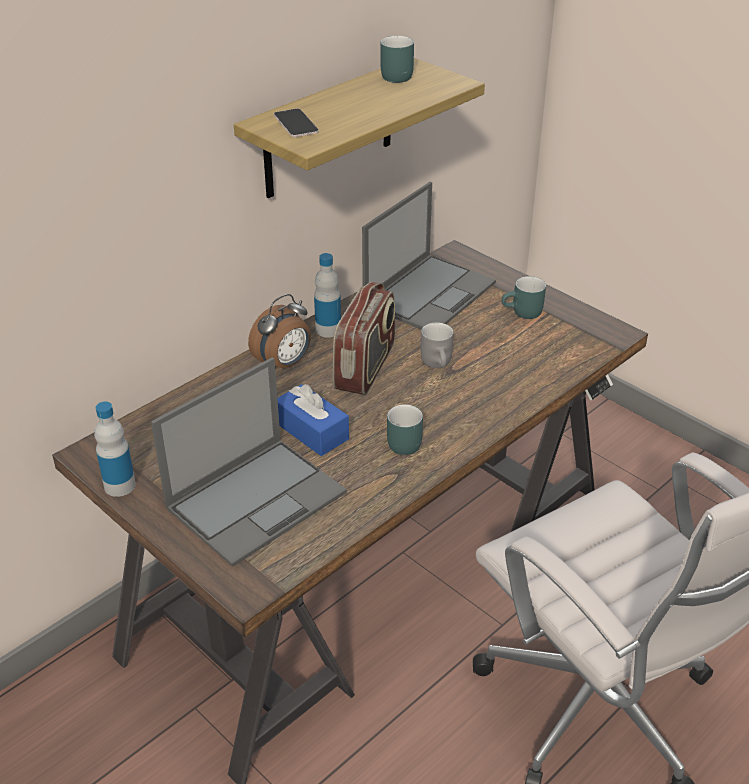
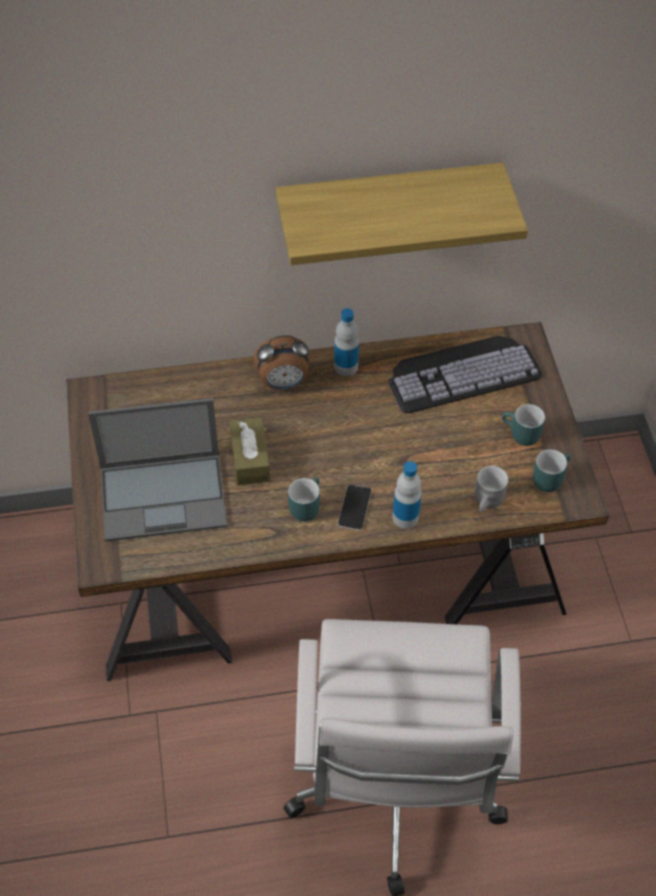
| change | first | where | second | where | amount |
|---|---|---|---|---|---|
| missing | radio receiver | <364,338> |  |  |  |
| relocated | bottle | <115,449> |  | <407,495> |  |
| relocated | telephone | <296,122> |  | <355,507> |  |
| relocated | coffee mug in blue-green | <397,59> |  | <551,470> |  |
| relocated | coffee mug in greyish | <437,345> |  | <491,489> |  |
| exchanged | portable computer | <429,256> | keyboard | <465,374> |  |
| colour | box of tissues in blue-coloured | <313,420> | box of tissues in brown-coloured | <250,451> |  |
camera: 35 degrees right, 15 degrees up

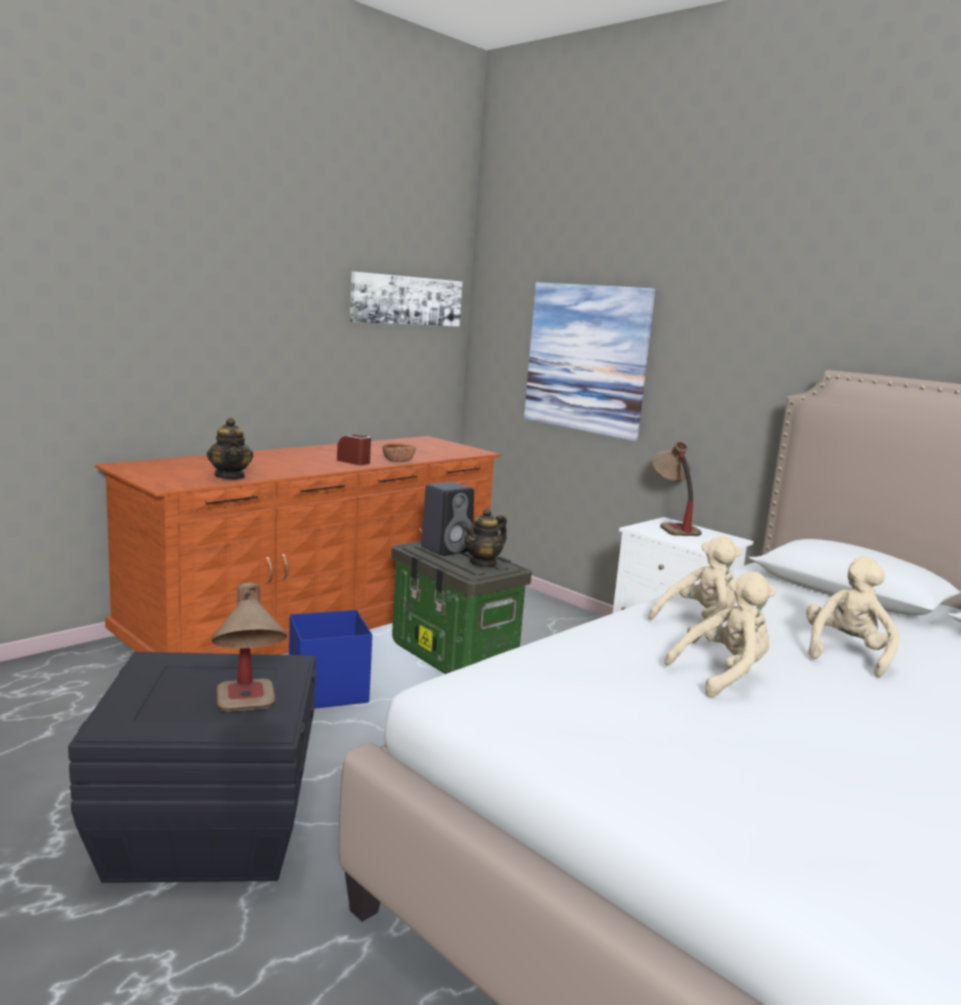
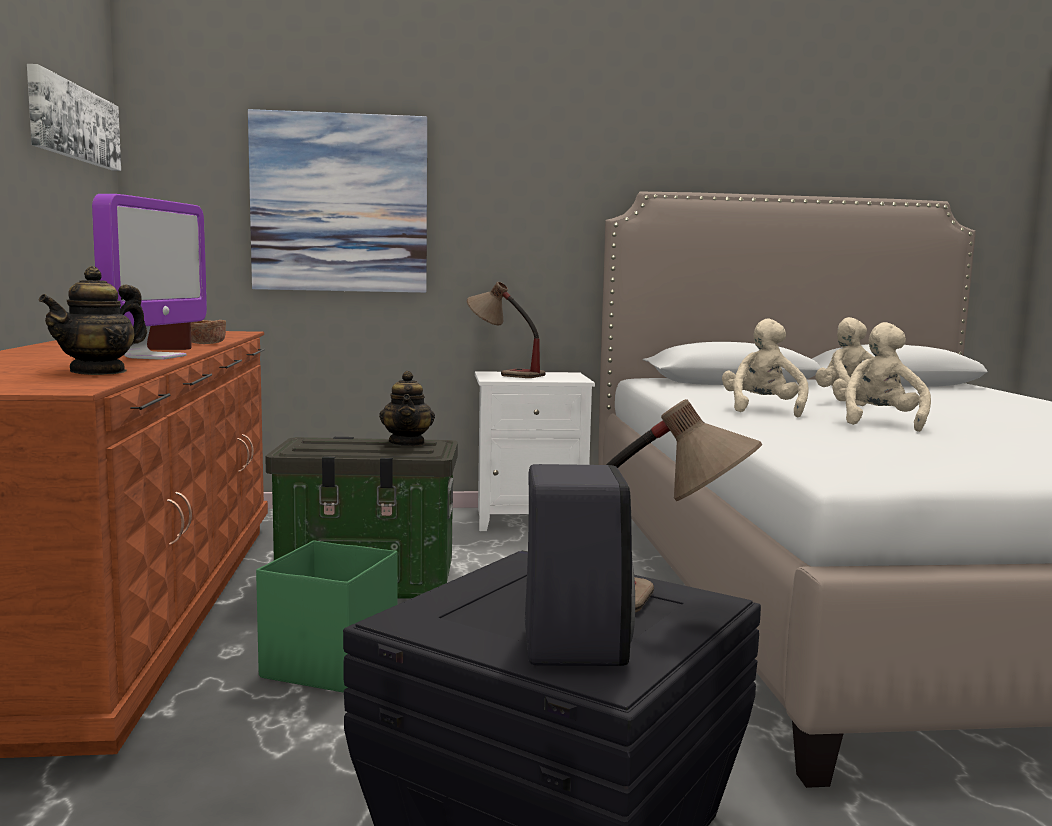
| change | first | where | second | where | amount |
|---|---|---|---|---|---|
| appeared |  |  | monitor | <149,277> |  |
| relocated | audio speaker in black | <447,519> |  | <580,565> |  |
| colour | storage bin in blue-coloured | <330,659> | storage bin in greenish | <327,616> |  |
| spun | teapot | <230,448> |  | <93,320> | 105 degrees clockwise |
camera: 50 degrees left, 5 degrees down

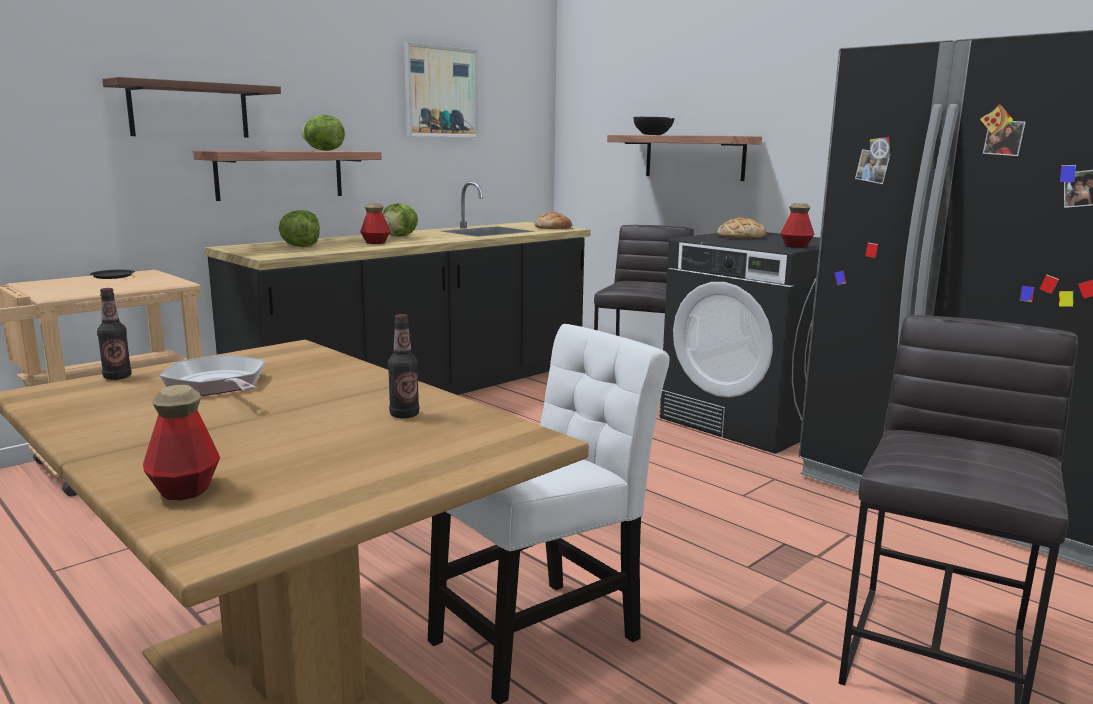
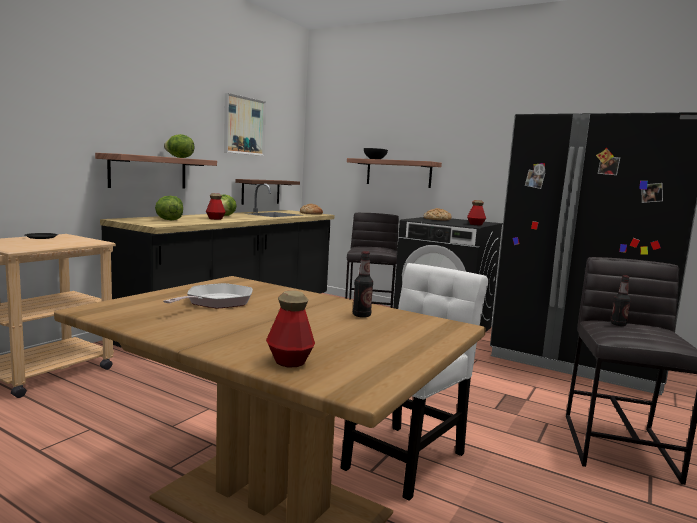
| change | first | where | second | where | amount |
|---|---|---|---|---|---|
| relocated | bottle | <114,334> |  | <621,300> |  |
| relocated | wall shelf in brown-coloured | <191,107> |  | <267,192> |  |
| spun | pan | <212,375> |  | <208,296> | 75 degrees clockwise |
camera: 15 degrees left, 5 degrees down

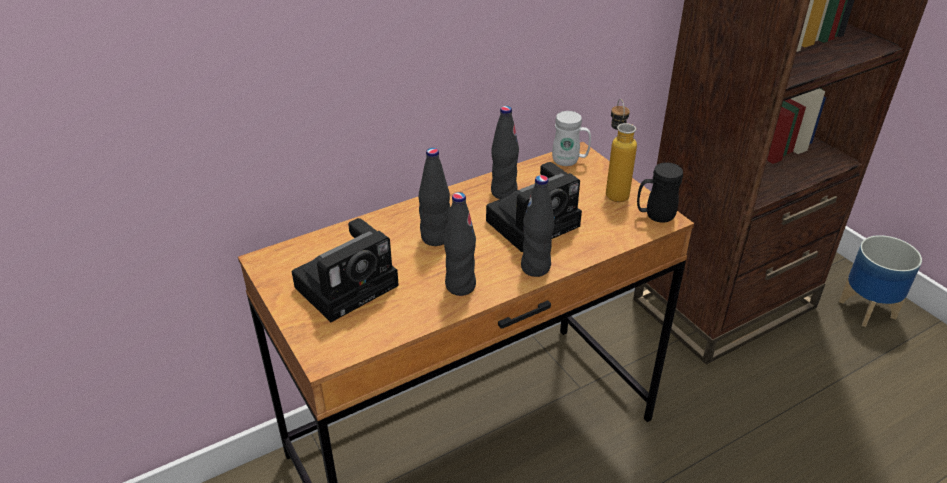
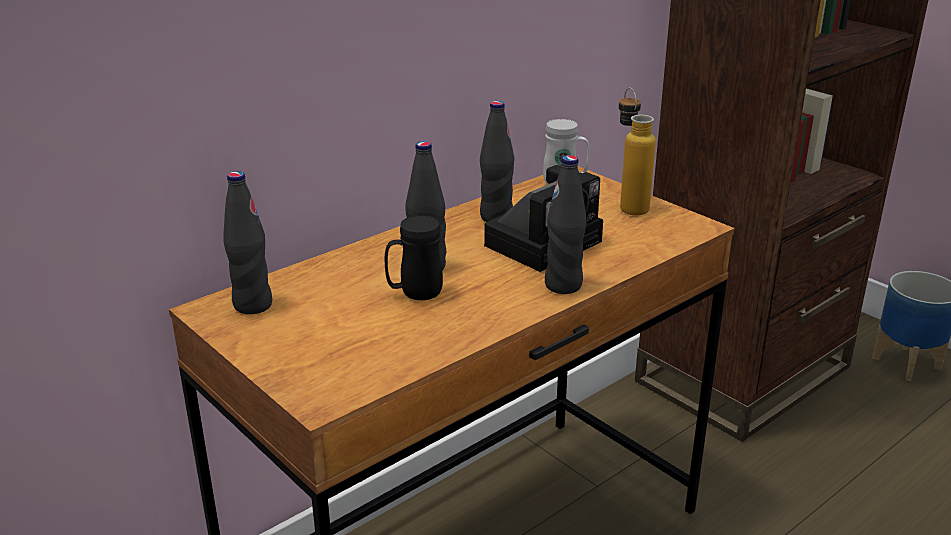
| change | first | where | second | where | amount |
|---|---|---|---|---|---|
| missing | still camera | <345,270> |  |  |  |
| relocated | bottle in black | <460,244> |  | <247,242> |  |
| relocated | coffee mug in black | <660,192> |  | <413,257> |  |
camera: 10 degrees left, 10 degrees down

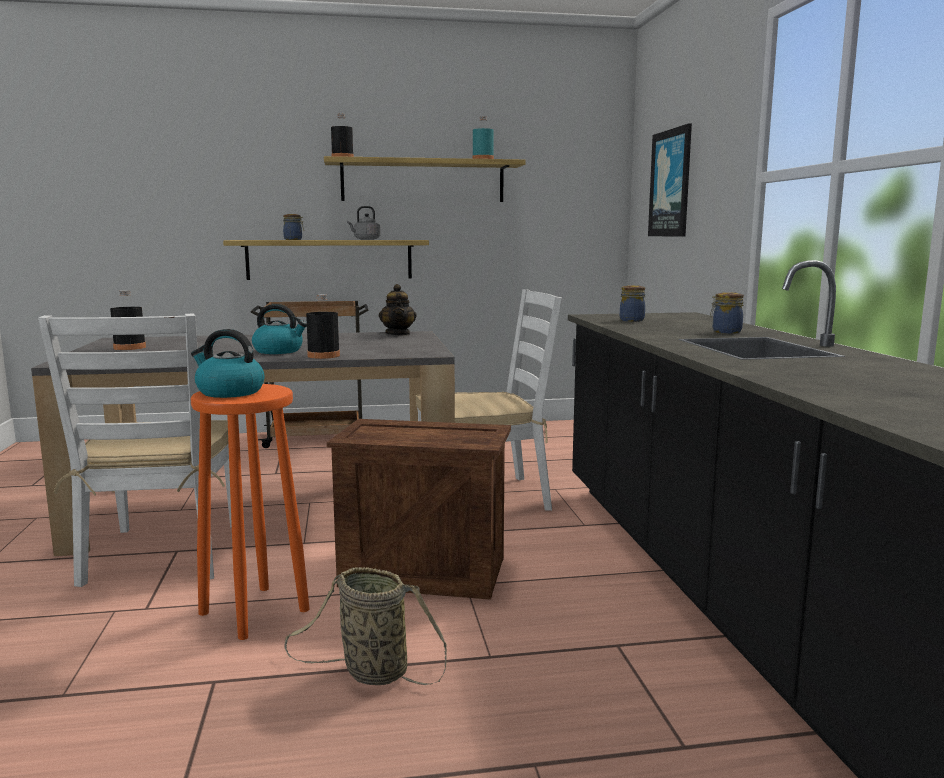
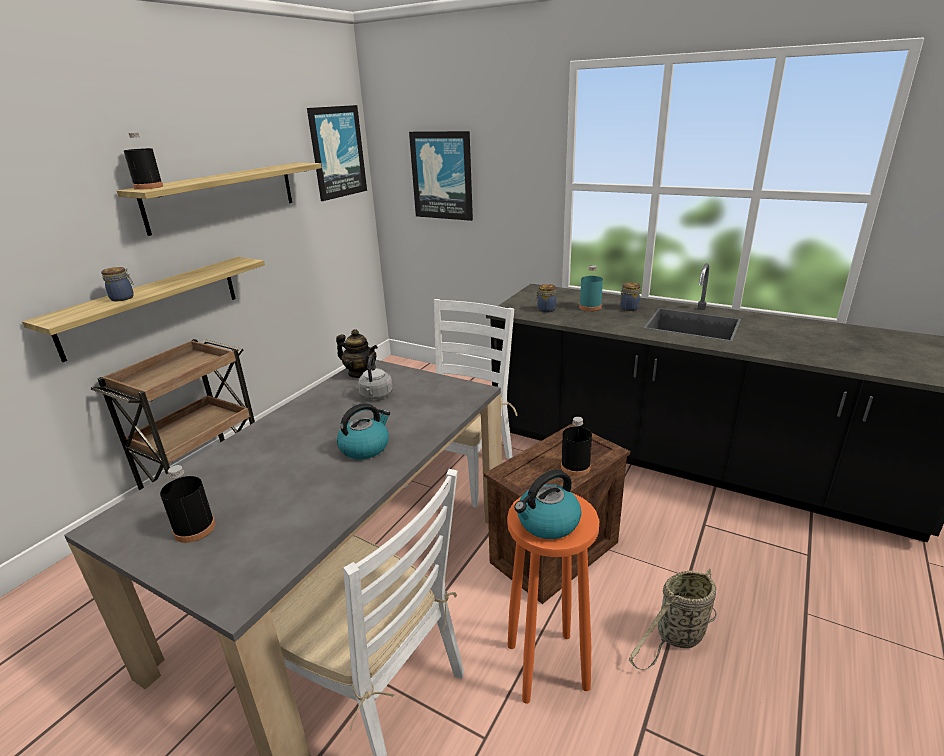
| change | first | where | second | where | amount |
|---|---|---|---|---|---|
| appeared |  |  | wall art | <337,153> |  |
| relocated | bottle in black | <323,326> |  | <576,446> |  |
| relocated | tea kettle in greyish | <364,223> |  | <375,377> |  |
| relocated | bottle in blue-green | <483,137> |  | <591,288> |  |
camera: 50 degrees left, 15 degrees up

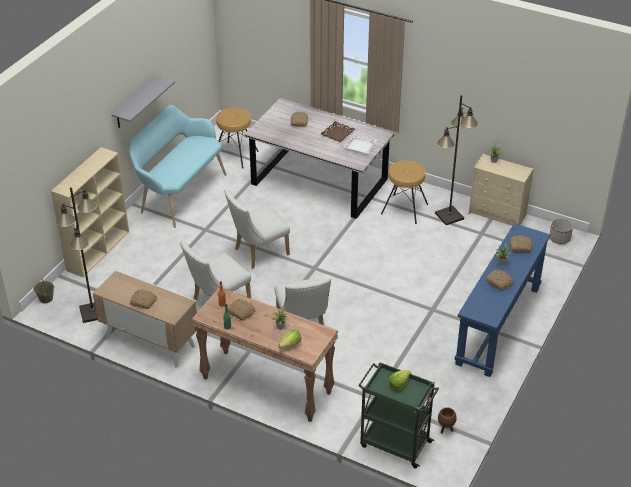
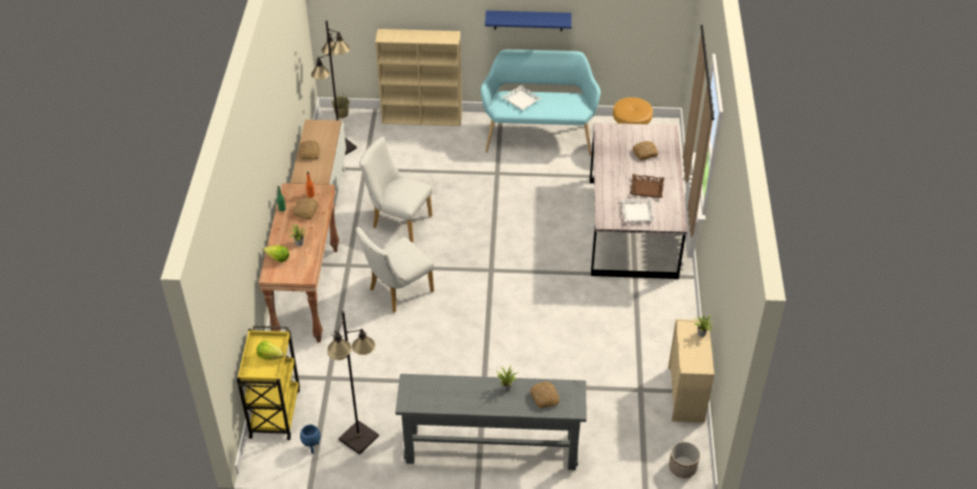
| change | first | where | second | where | amount |
|---|---|---|---|---|---|
| missing | plain chair in white | <257,228> |  |  |  |
| missing | sitting stool in brown-coloured | <404,192> |  |  |  |
| missing | bread | <499,279> |  |  |  |
| appeared |  |  | serving tray in white | <521,97> |  |
| relocated | standing lamp in black | <456,160> |  | <353,383> |  |
| colour | wall shelf in greyish | <143,102> | wall shelf in blue-coloured | <528,21> |  |
| colour | wheeled cart in greenish | <398,415> | wheeled cart in yellow | <268,383> |  |
| colour | planter in brown-coloured | <447,420> | planter in blue-coloured | <310,439> |  |
| colour | hall table in blue-coloured | <502,300> | hall table in greyish | <491,422> |  |
camera: 65 degrees right, 5 degrees up

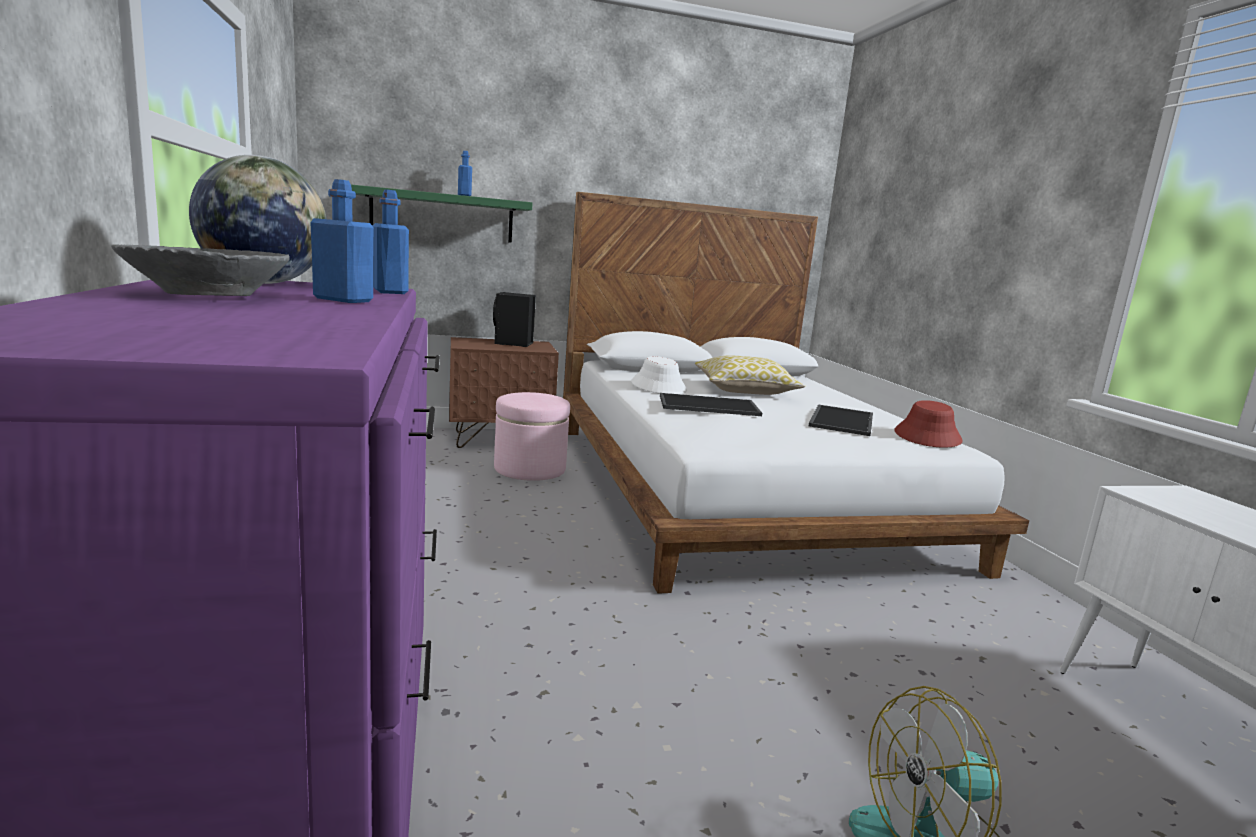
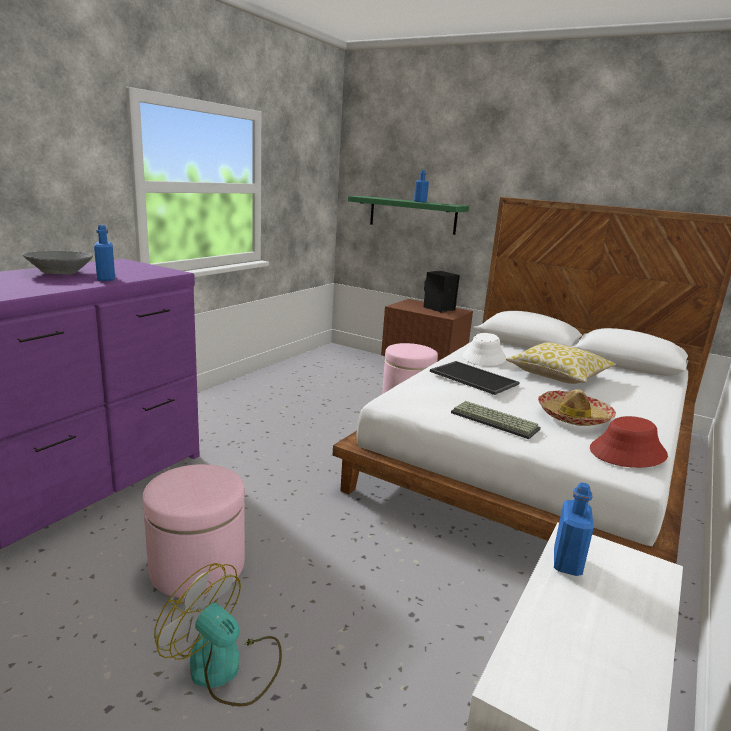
| change | first | where | second | where | amount |
|---|---|---|---|---|---|
| missing | desk globe | <258,219> |  |  |  |
| appeared |  |  | footrest in pink | <193,531> |  |
| appeared |  |  | keyboard | <496,420> |  |
| relocated | bottle in blue-coloured | <391,241> |  | <574,529> |  |
| exchanged | serving tray | <841,420> | wearable hat | <577,407> |  |
camera: 45 degrees right, 5 degrees up

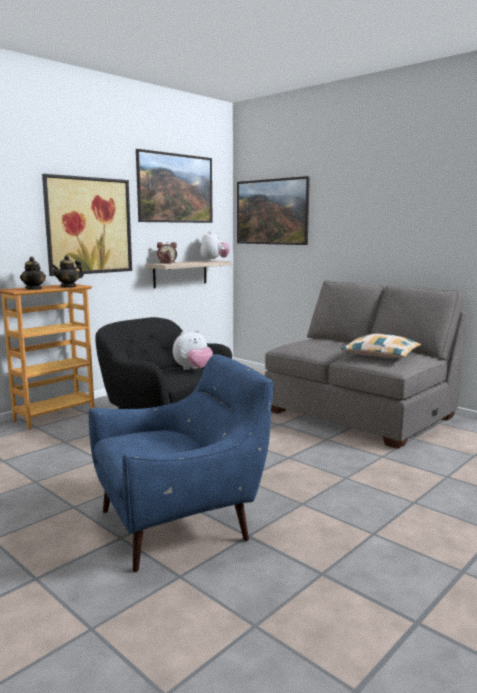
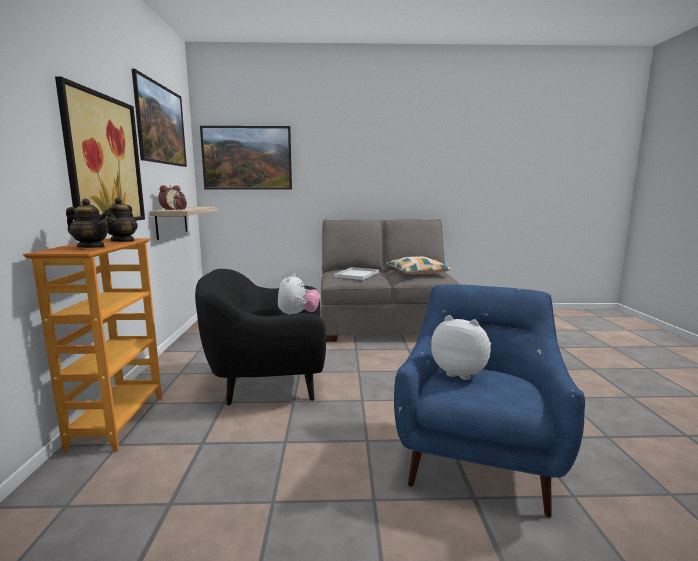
| change | first | where | second | where | amount |
|---|---|---|---|---|---|
| appeared |  |  | serving tray in white | <356,273> |  |
| relocated | plush toy | <214,246> |  | <461,347> |  |
camera: 45 degrees left, 0 degrees up

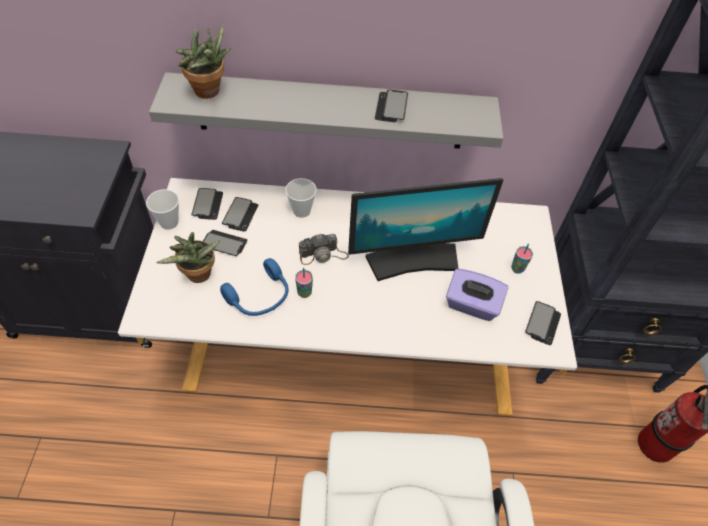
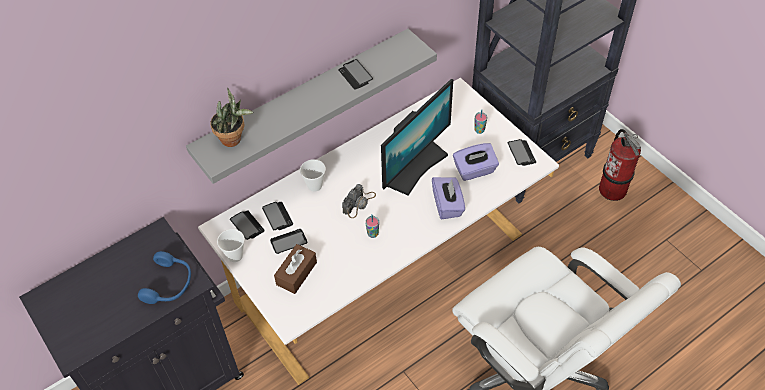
| change | first | where | second | where | amount |
|---|---|---|---|---|---|
| appeared |  |  | box of tissues in purple-coloured | <448,198> |  |
| relocated | headset in blue-coloured | <254,287> |  | <164,277> |  |
| exchanged | potted plant | <188,257> | box of tissues in brown-coloured | <295,269> |  |
camera: 35 degrees left, 0 degrees up

